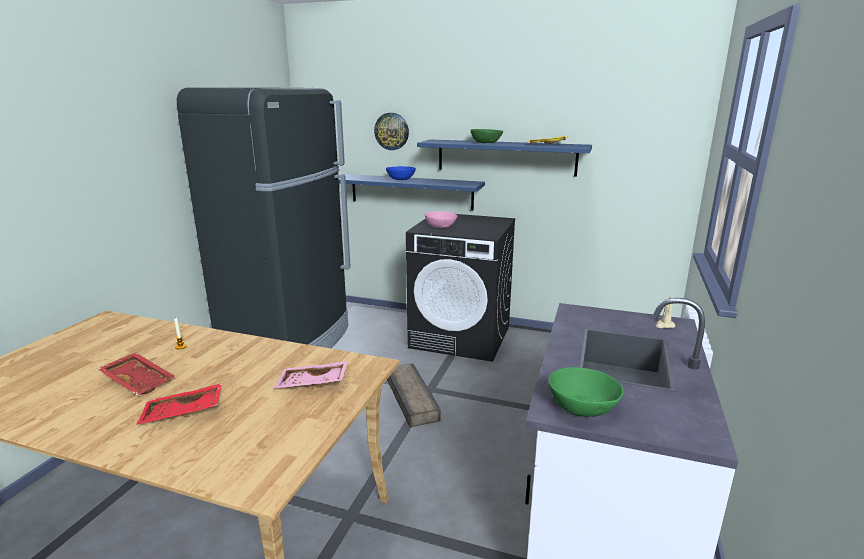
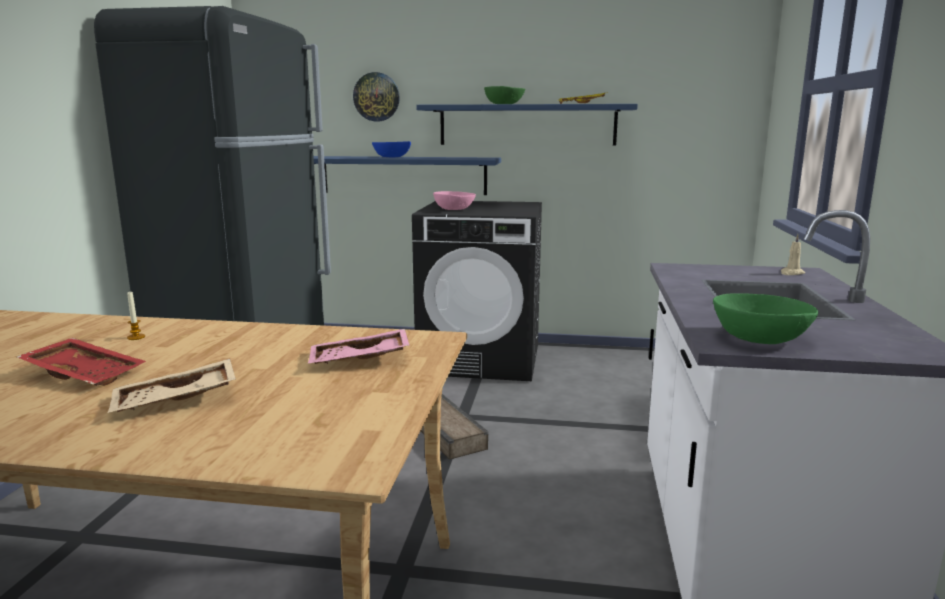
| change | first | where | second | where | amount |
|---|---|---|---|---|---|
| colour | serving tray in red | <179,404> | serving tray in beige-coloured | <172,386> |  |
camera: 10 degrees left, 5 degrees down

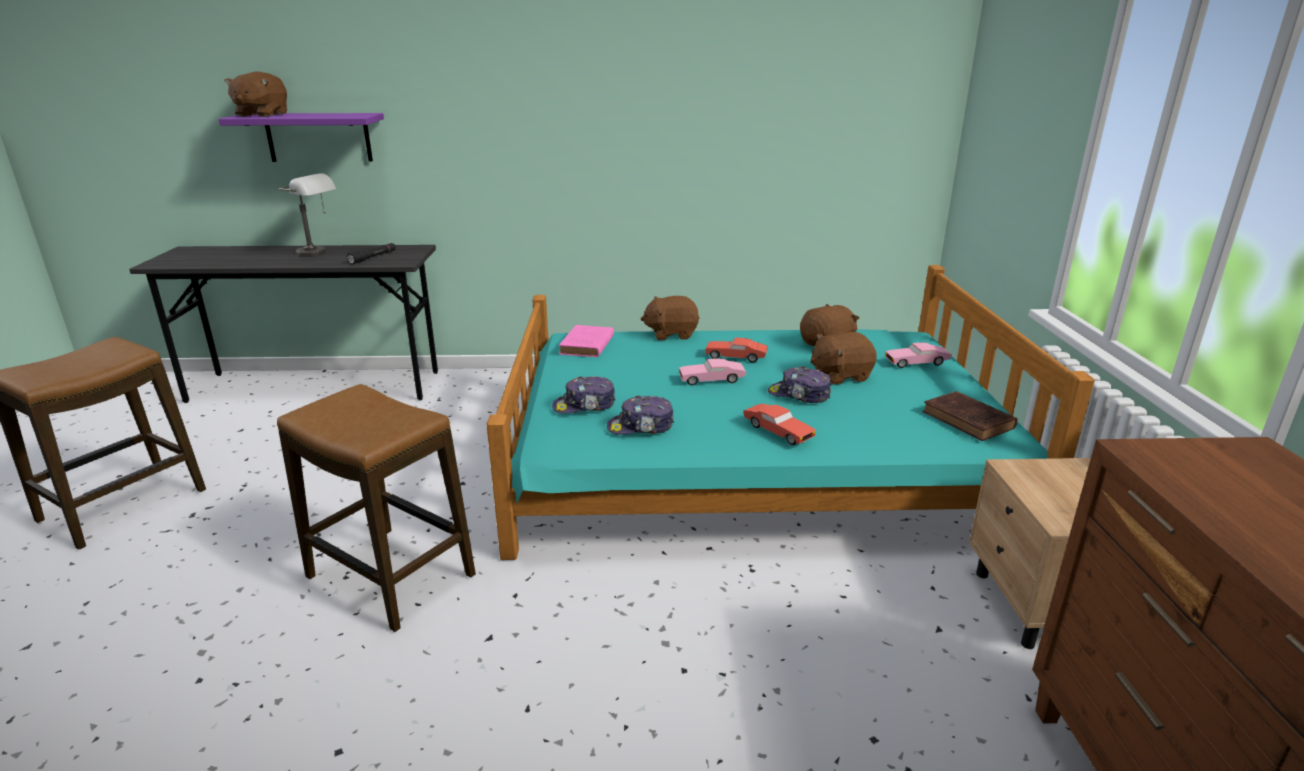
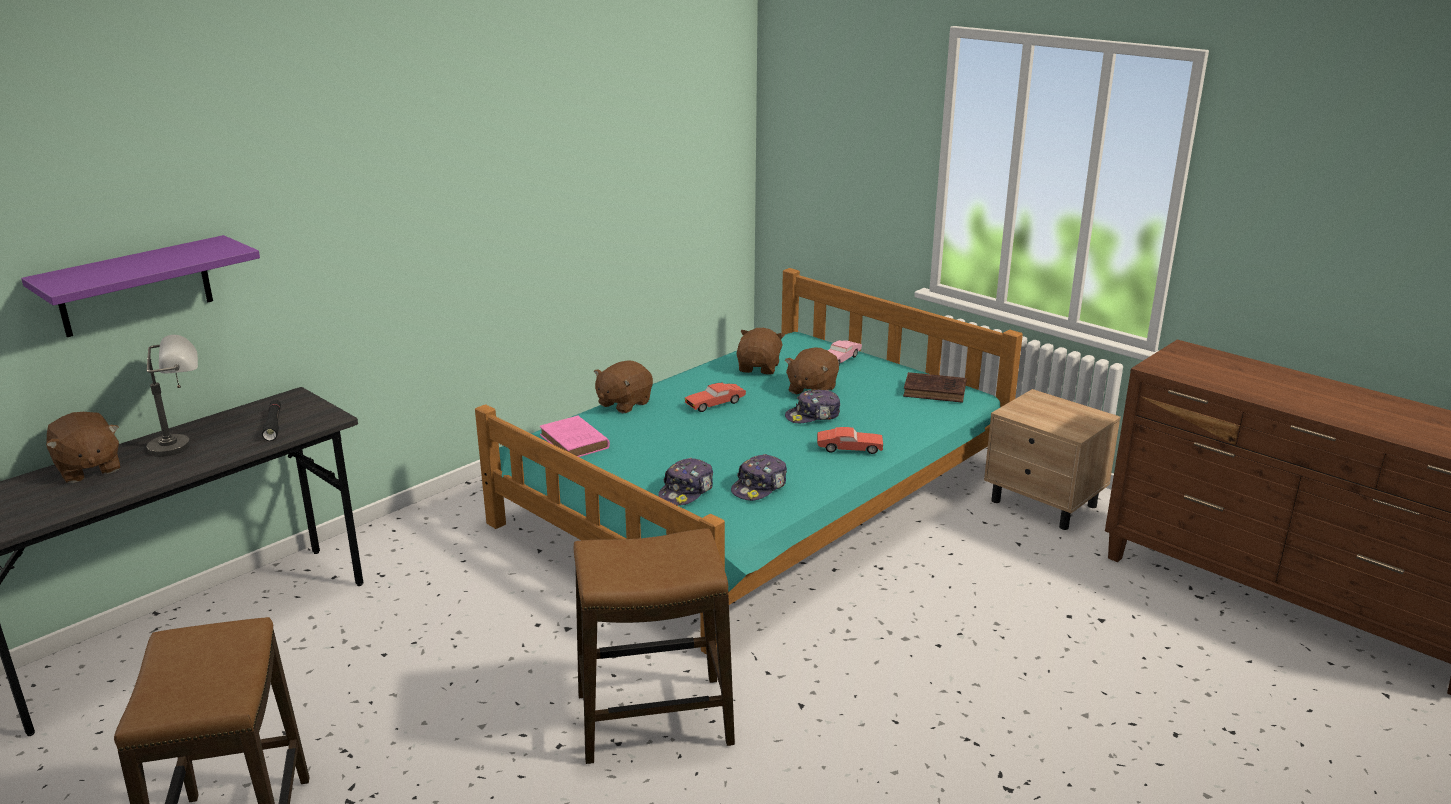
| change | first | where | second | where | amount |
|---|---|---|---|---|---|
| missing | model car in pink | <712,371> |  |  |  |
| relocated | plush toy in brown-coloured | <255,94> |  | <83,447> |  |
camera: 45 degrees left, 0 degrees up

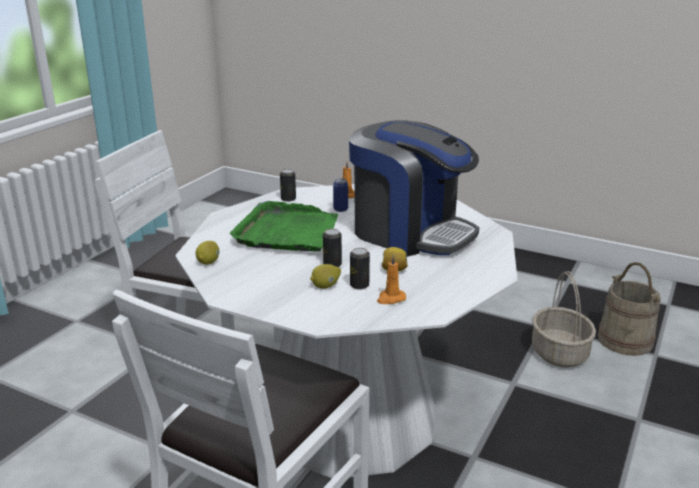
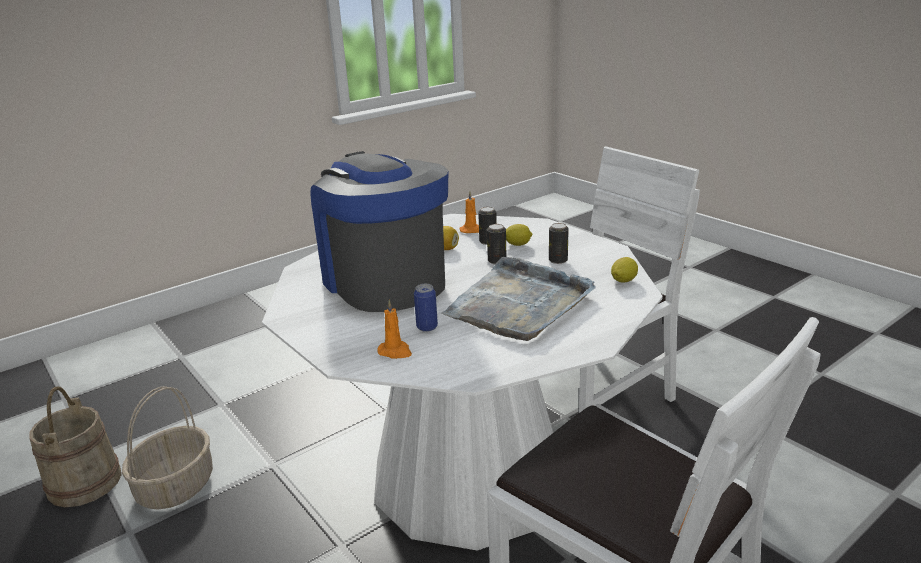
| change | first | where | second | where | amount |
|---|---|---|---|---|---|
| relocated | can | <288,185> |  | <559,243> |  |
| colour | serving tray in greenish | <283,226> | serving tray in greyish | <518,299> |  |
camera: 155 degrees left, 0 degrees up

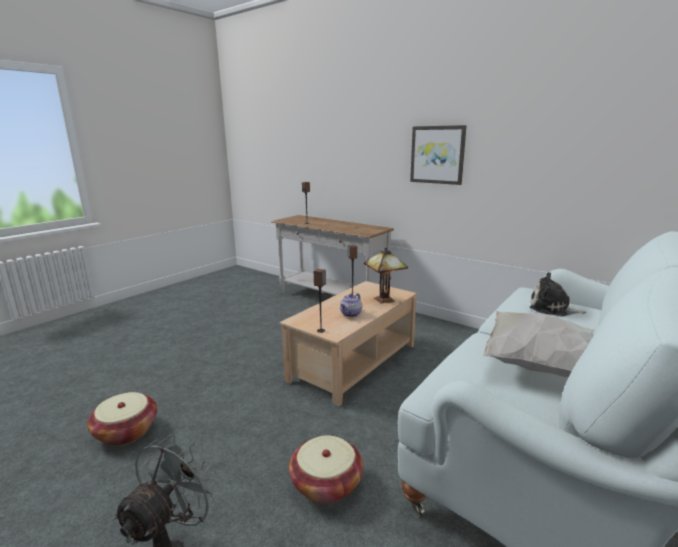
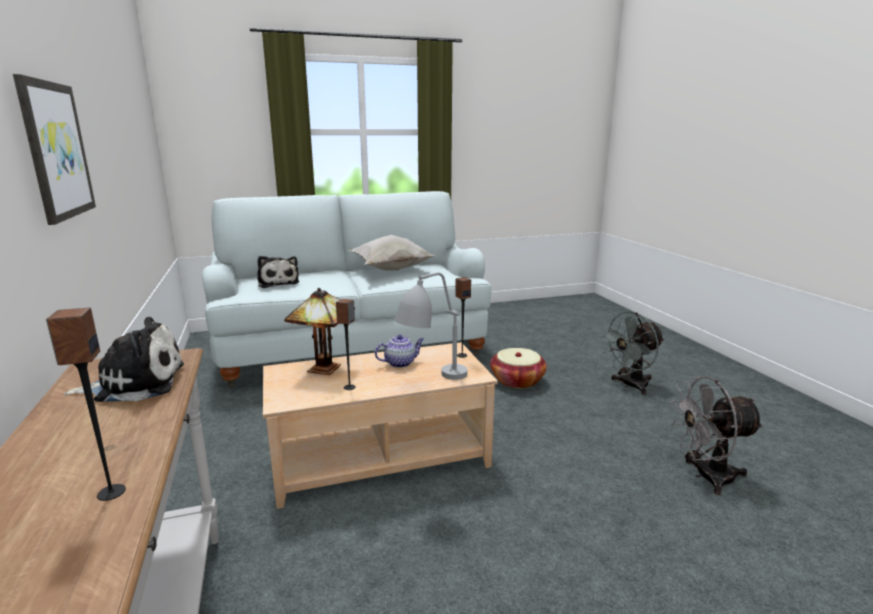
| change | first | where | second | where | amount |
|---|---|---|---|---|---|
| appeared |  |  | plush toy | <124,359> |  |
| appeared |  |  | table lamp in greyish | <430,326> |  |
| exchanged | basket | <122,419> | fan in greyish | <717,436> |  |
camera: 145 degrees left, 0 degrees up

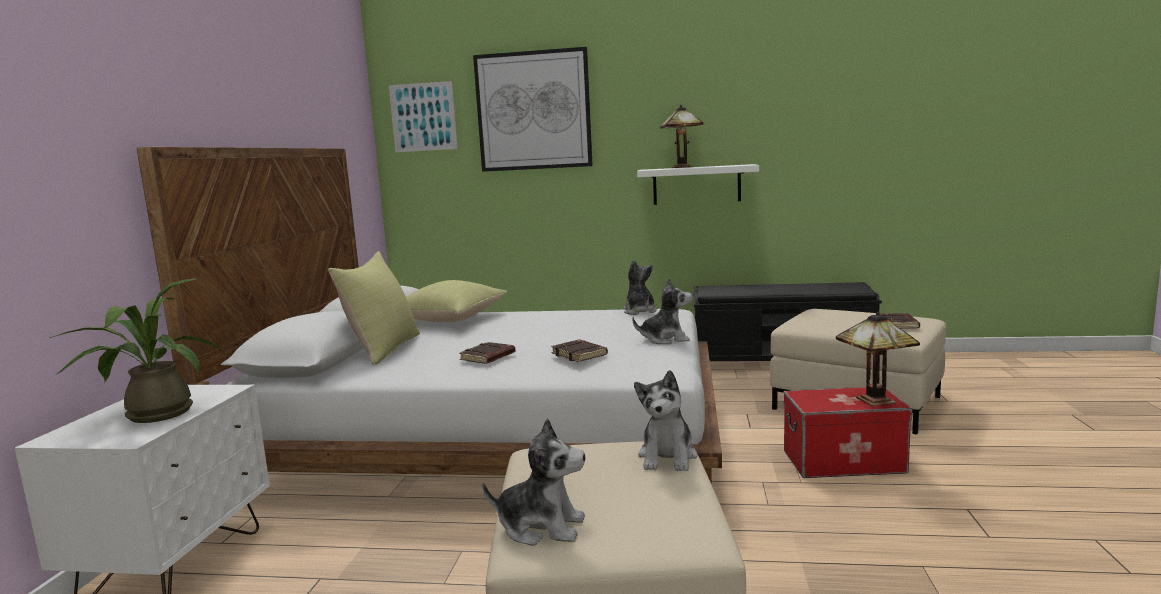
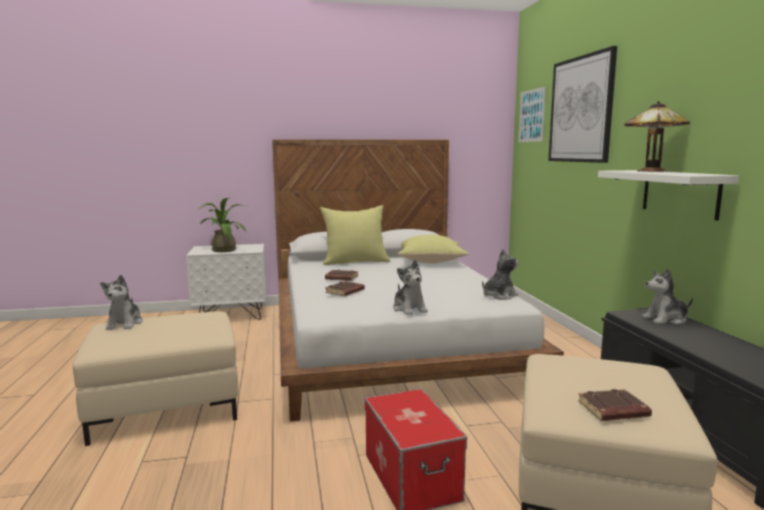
| change | first | where | second | where | amount |
|---|---|---|---|---|---|
| missing | table lamp | <878,359> |  |  |  |
| relocated | plush toy | <666,420> |  | <667,296> |  |
camera: 70 degrees right, 0 degrees up

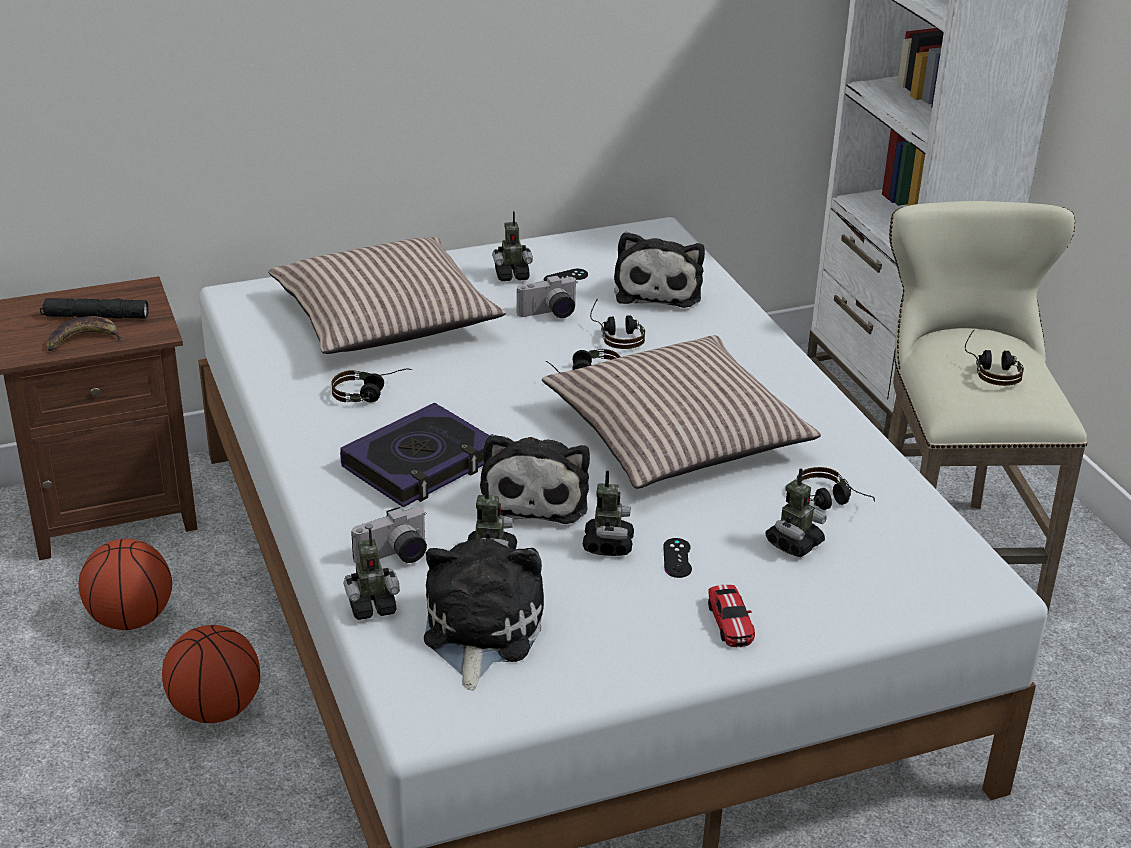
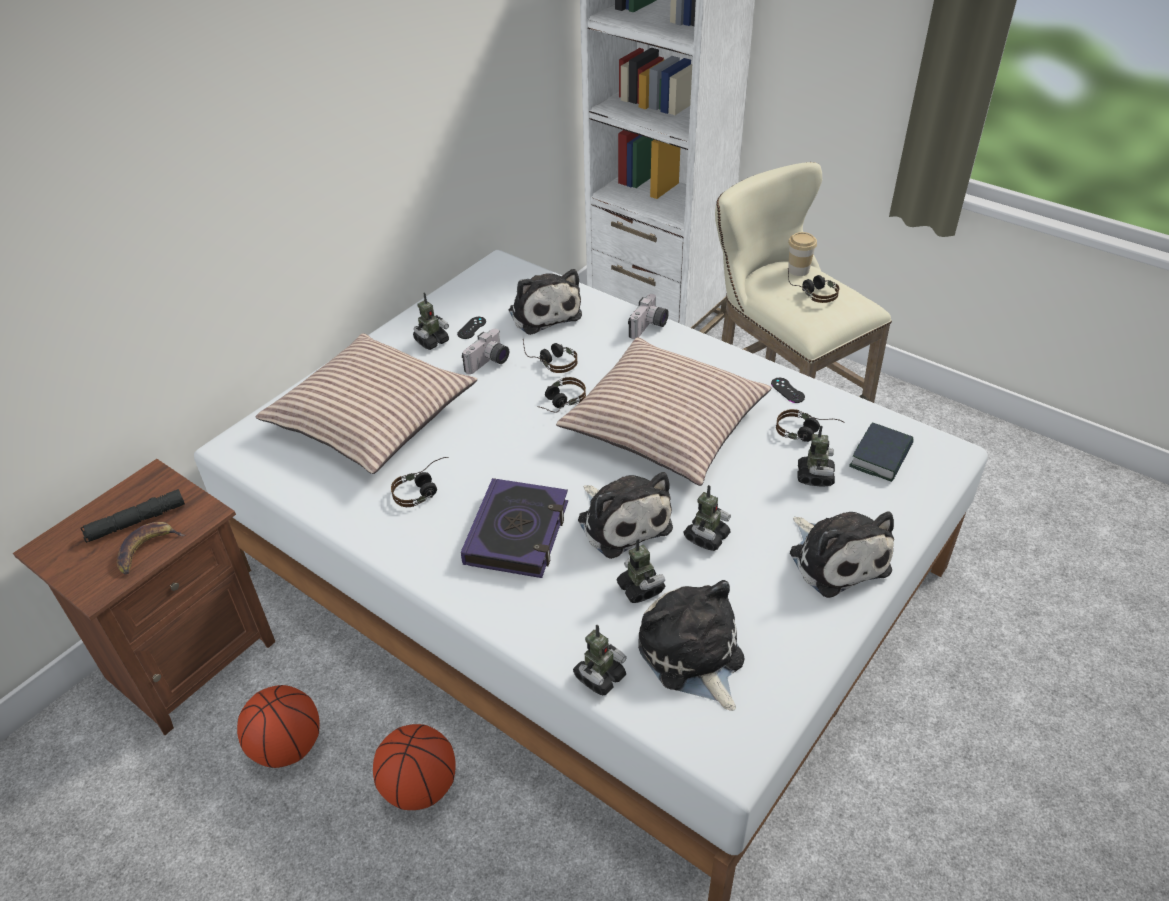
| change | first | where | second | where | amount |
|---|---|---|---|---|---|
| appeared |  |  | cup | <802,254> |  |
| appeared |  |  | bound book | <881,452> |  |
| relocated | still camera | <389,535> |  | <648,316> |  |
| relocated | gamepad in black | <677,558> |  | <788,390> |  |
| exchanged | model car | <731,616> | plush toy | <842,554> |  |
| spun | toy robot | <608,513> |  | <707,518> | 60 degrees clockwise |
camera: 30 degrees left, 10 degrees up

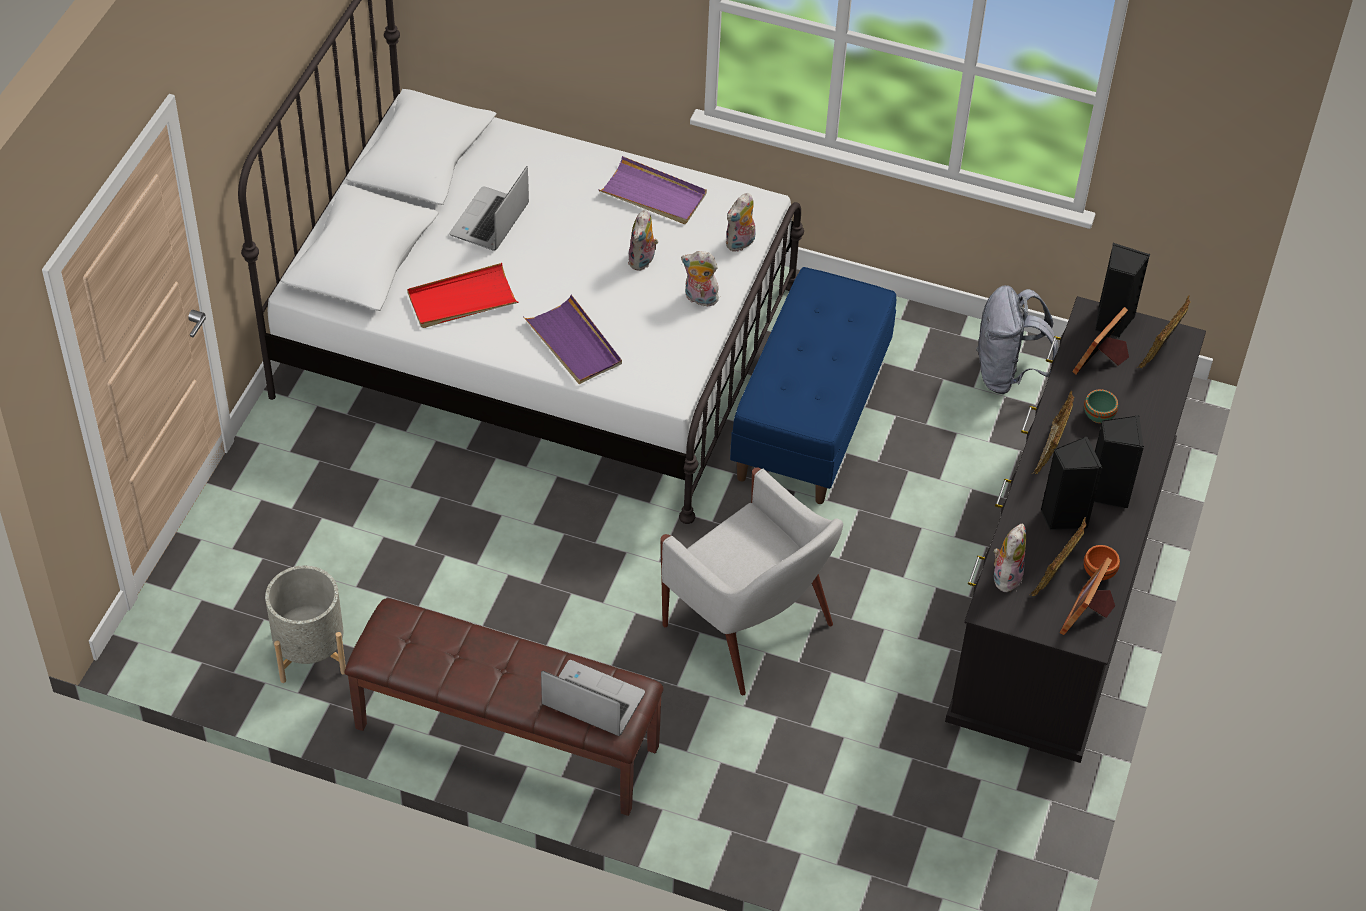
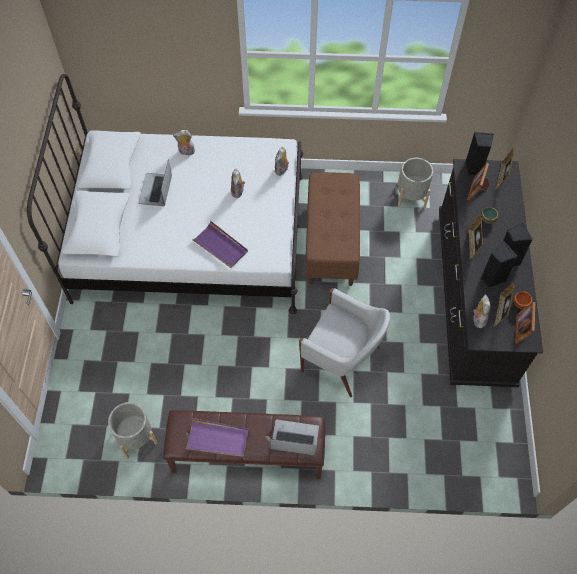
| change | first | where | second | where | amount |
|---|---|---|---|---|---|
| missing | serving tray in red | <463,295> |  |  |  |
| relocated | serving tray in purple-coloured | <652,190> |  | <217,437> |  |
| relocated | plush toy | <700,278> |  | <184,142> |  |
| exchanged | rucksack in greyish | <1017,339> | planter in greyish | <415,183> |  |
| colour | bench in blue-coloured | <813,385> | bench in brown-coloured | <332,229> |  |
camera: 15 degrees left, 10 degrees up

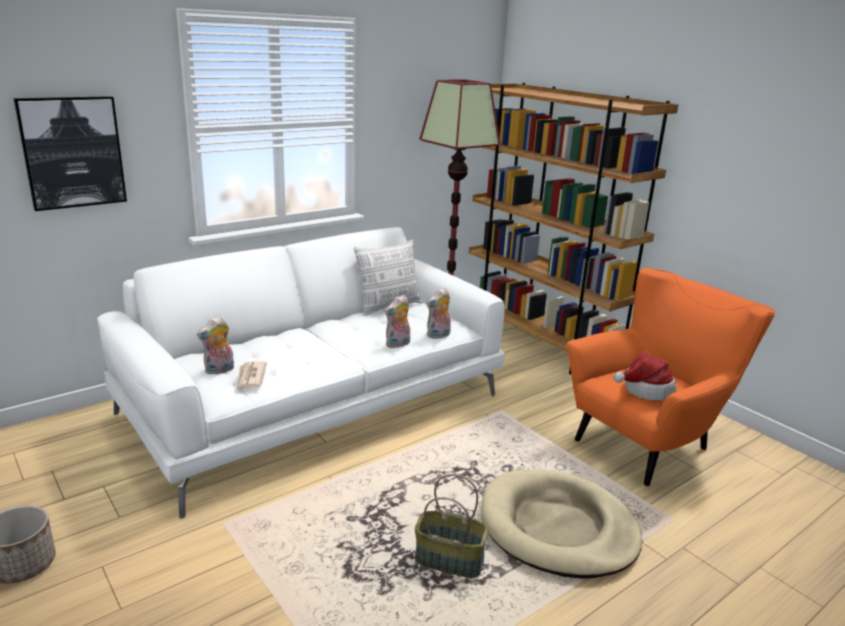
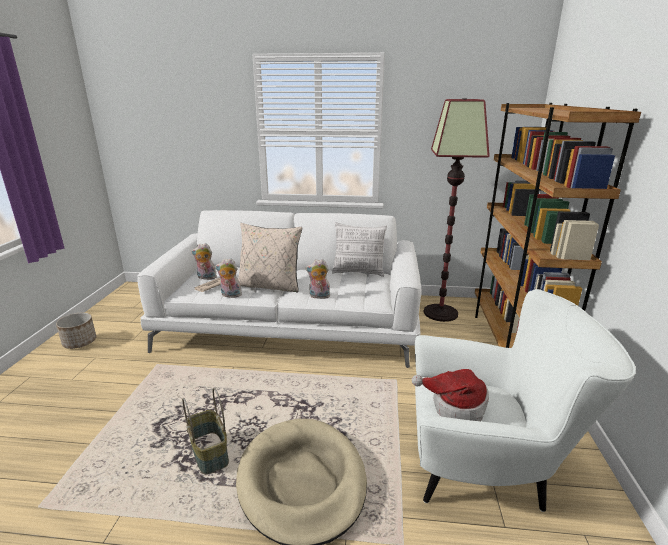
| change | first | where | second | where | amount |
|---|---|---|---|---|---|
| missing | wall art | <70,153> |  |  |  |
| appeared |  |  | cushion in beige-coloured | <270,257> |  |
| relocated | plush toy | <439,313> |  | <228,278> |  |
| colour | lounge chair in orangey | <671,377> | lounge chair in white | <525,400> |  |
camera: 45 degrees right, 0 degrees up

